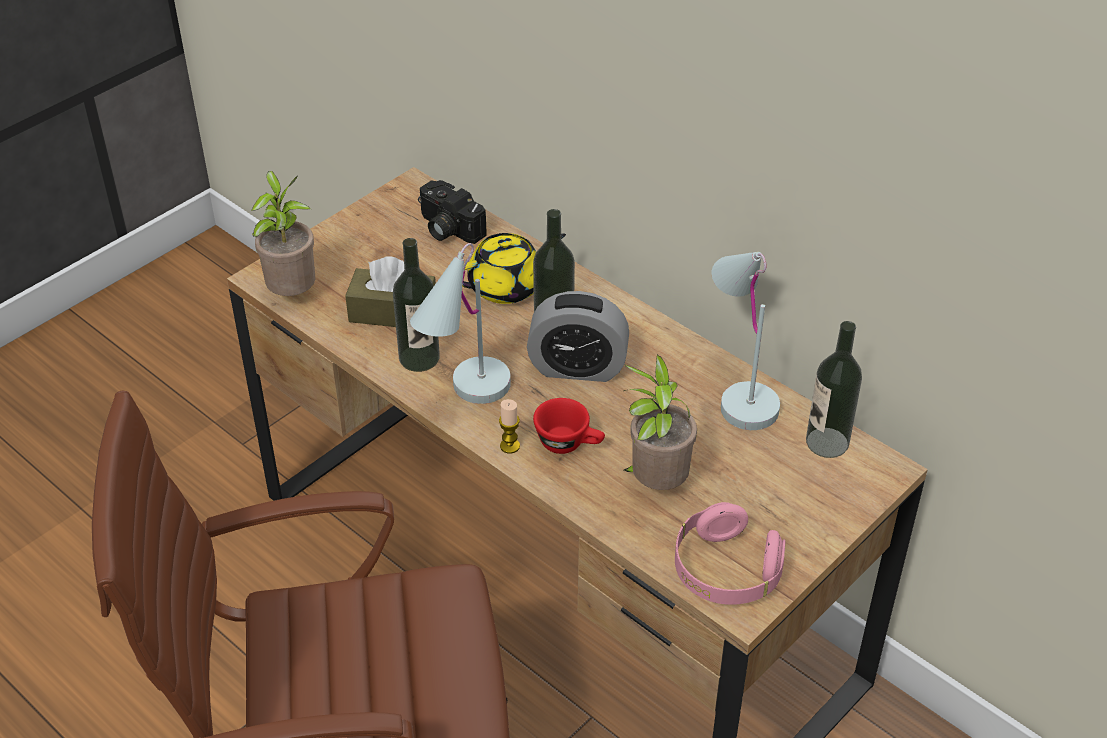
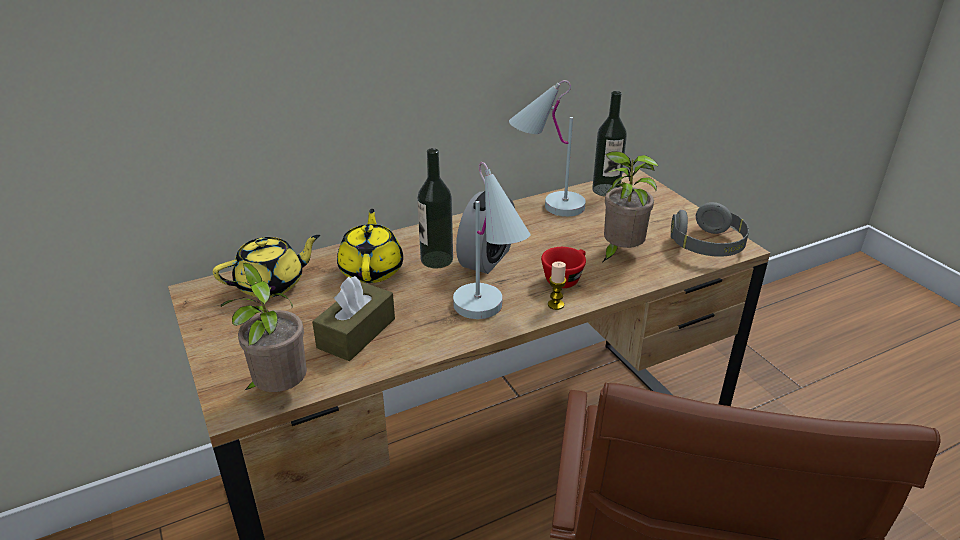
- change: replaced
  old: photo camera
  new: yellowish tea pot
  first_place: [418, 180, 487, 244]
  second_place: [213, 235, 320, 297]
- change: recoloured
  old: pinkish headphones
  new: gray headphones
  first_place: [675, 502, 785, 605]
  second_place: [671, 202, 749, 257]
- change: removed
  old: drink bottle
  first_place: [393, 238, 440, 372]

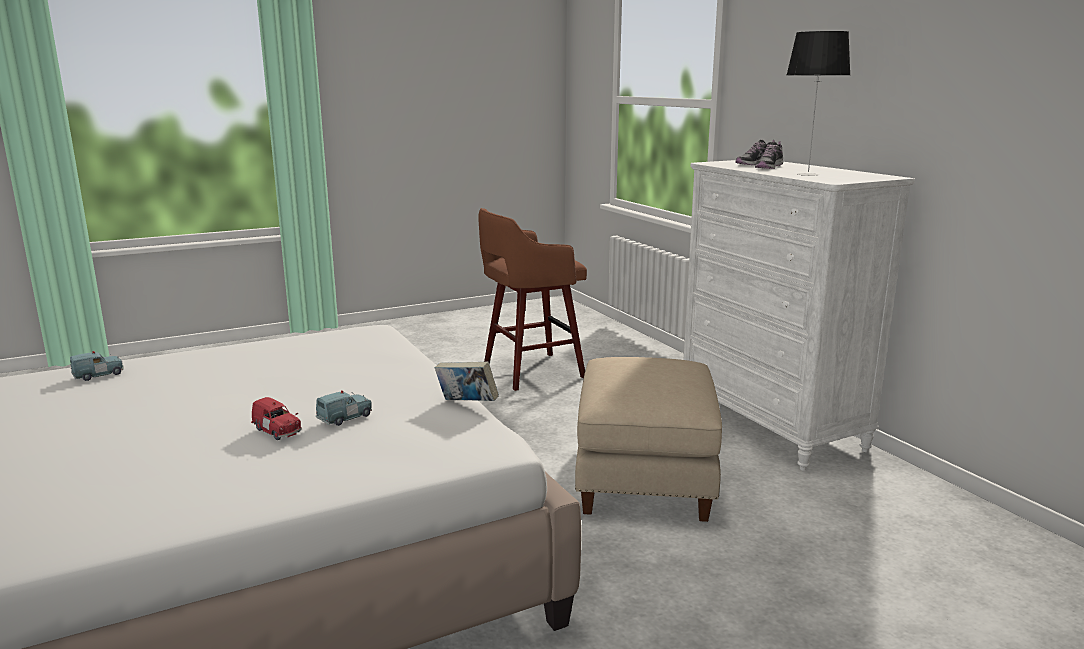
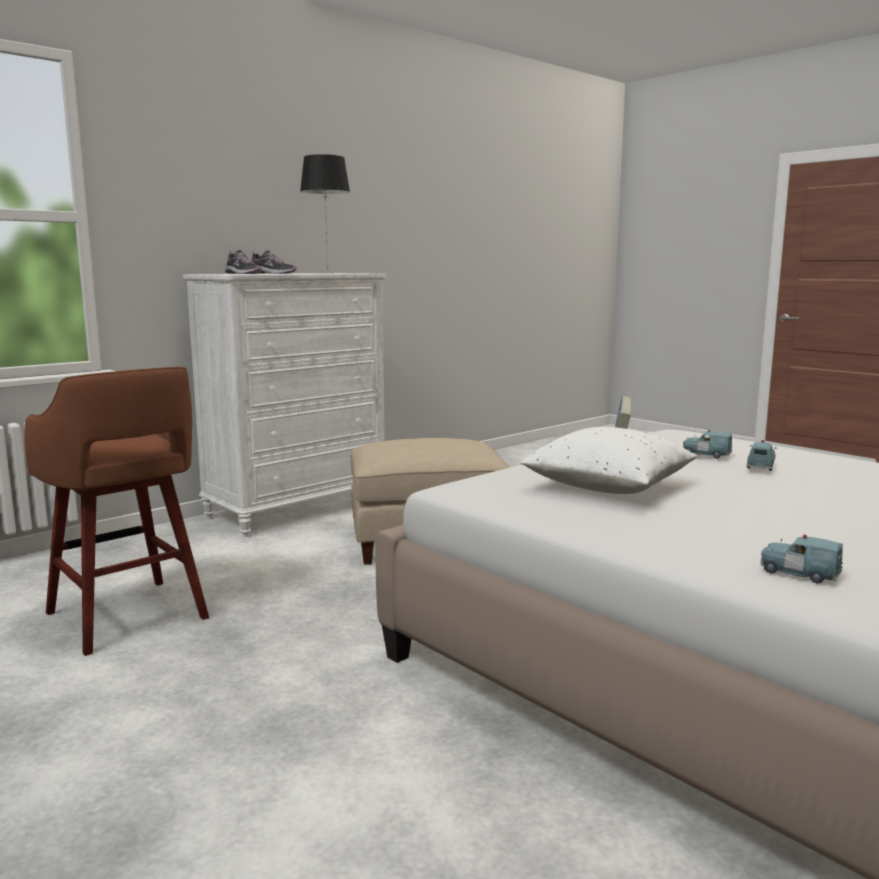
- change: added
  new: white pillow
  second_place: [520, 427, 697, 494]
- change: recoloured
  old: red toy car
  new: blue-coloured toy car
  first_place: [251, 397, 302, 440]
  second_place: [746, 440, 777, 471]

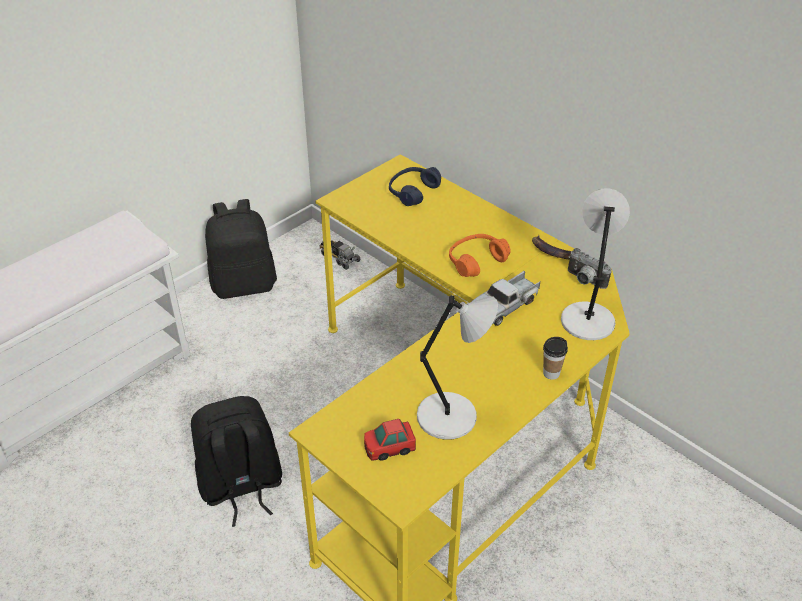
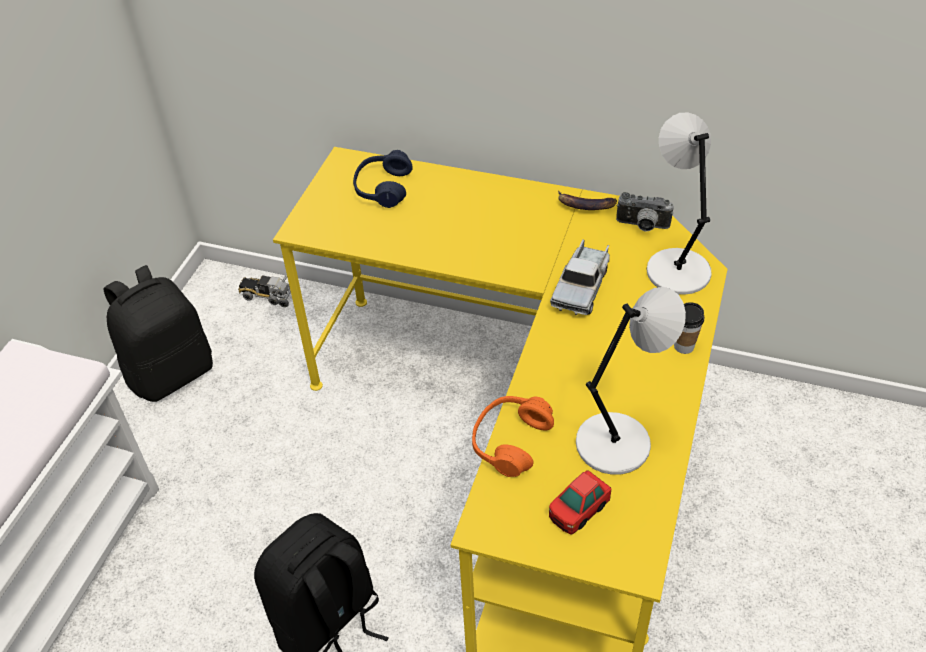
- change: moved
  old: orangey headphones
  first_place: [449, 234, 511, 277]
  second_place: [472, 396, 554, 477]

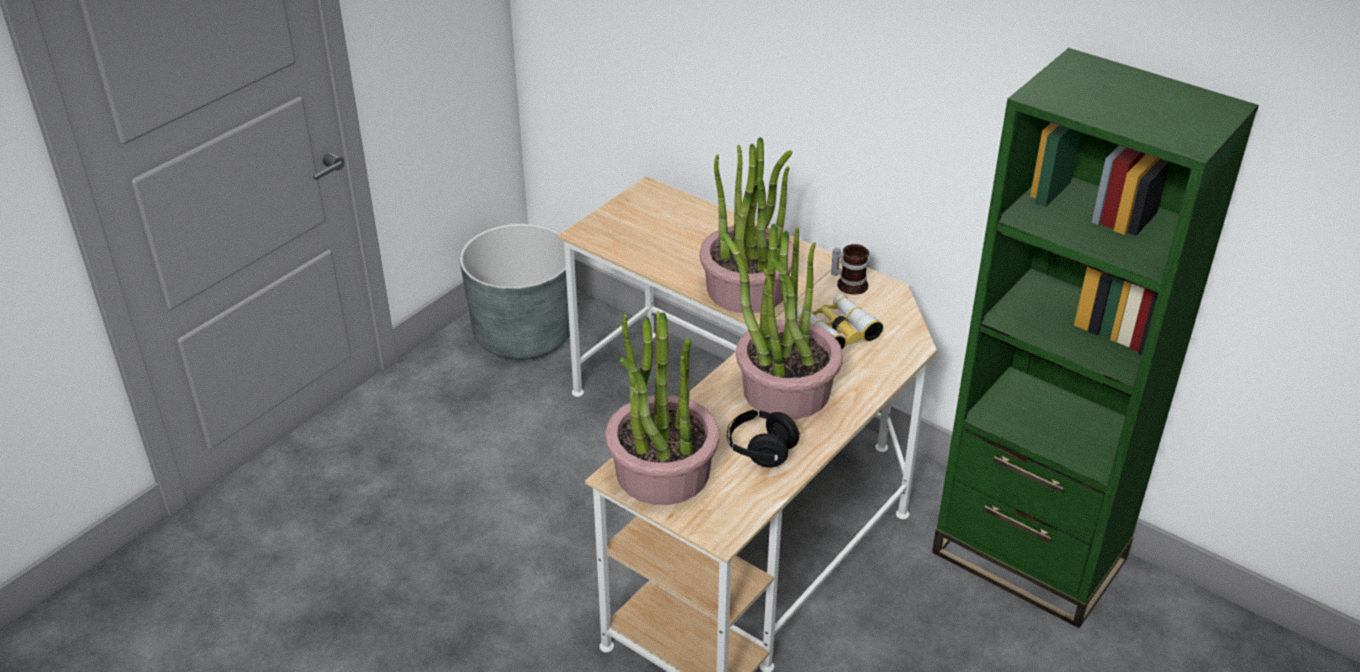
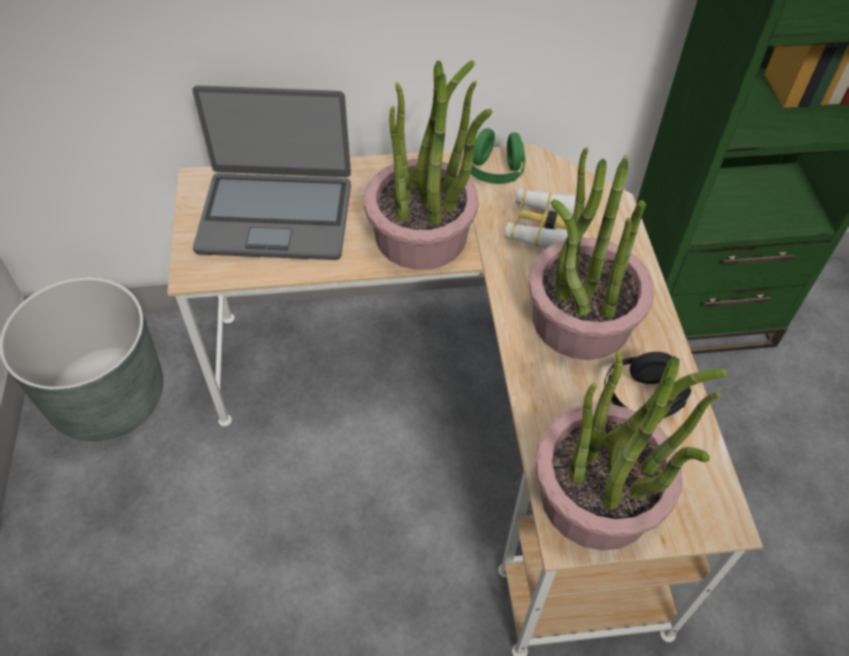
- change: added
  new: laptop
  second_place: [192, 85, 351, 260]
- change: replaced
  old: tea mug
  new: green headphones
  first_place: [831, 244, 869, 295]
  second_place: [471, 128, 526, 184]

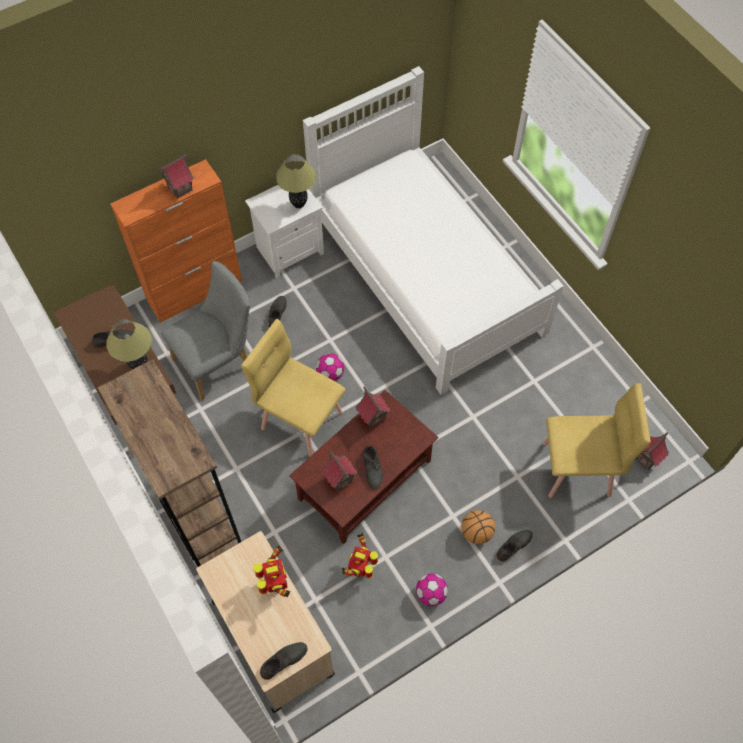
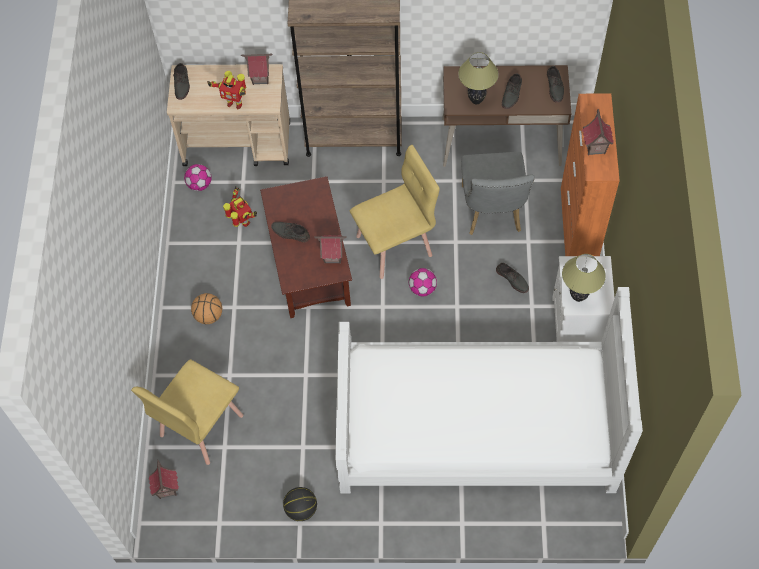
- change: moved
  old: football
  first_place: [416, 574, 448, 606]
  second_place: [184, 164, 211, 191]
- change: moved
  old: toy house
  first_place: [321, 449, 358, 491]
  second_place: [241, 54, 272, 85]
- change: added
  new: ball for basketball
  second_place: [283, 487, 317, 521]
- change: moved
  old: gray low shoe
  first_place: [497, 530, 533, 561]
  second_place: [547, 66, 564, 103]

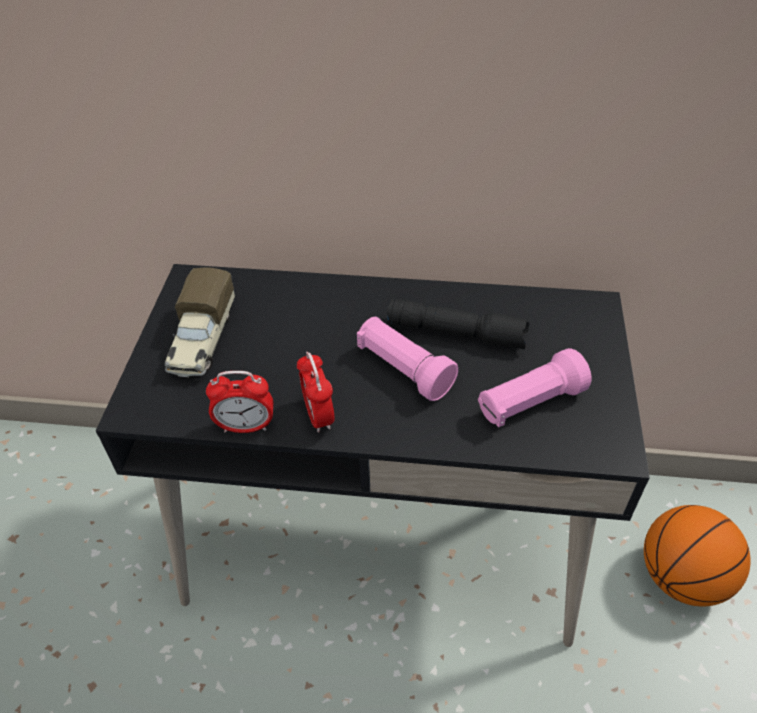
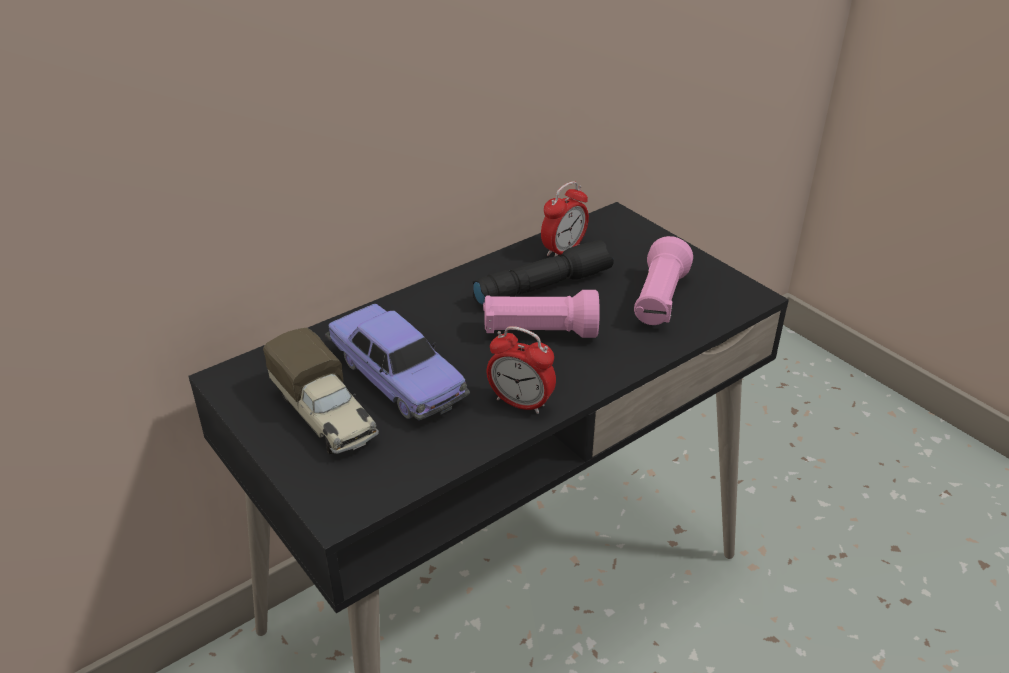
- change: added
  new: toy car
  second_place: [325, 304, 470, 420]
- change: moved
  old: table clock
  first_place: [206, 371, 273, 433]
  second_place: [541, 181, 589, 256]
- change: removed
  old: ball for basketball
  first_place: [644, 505, 751, 606]

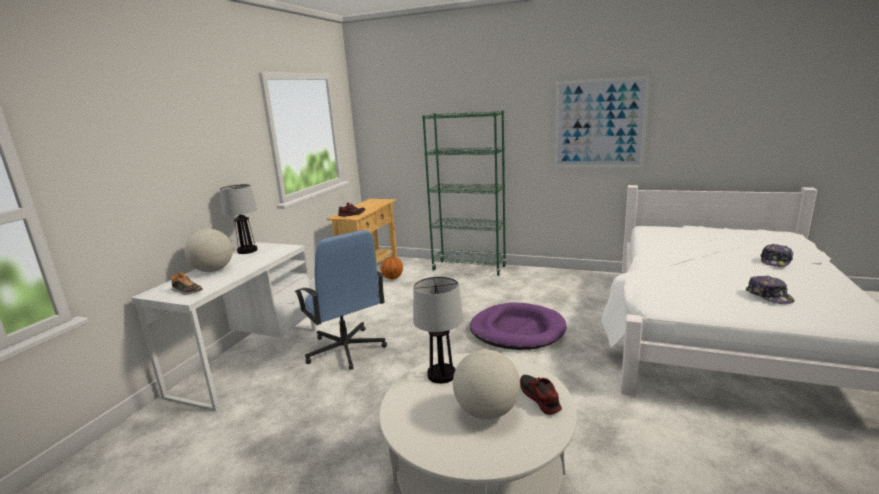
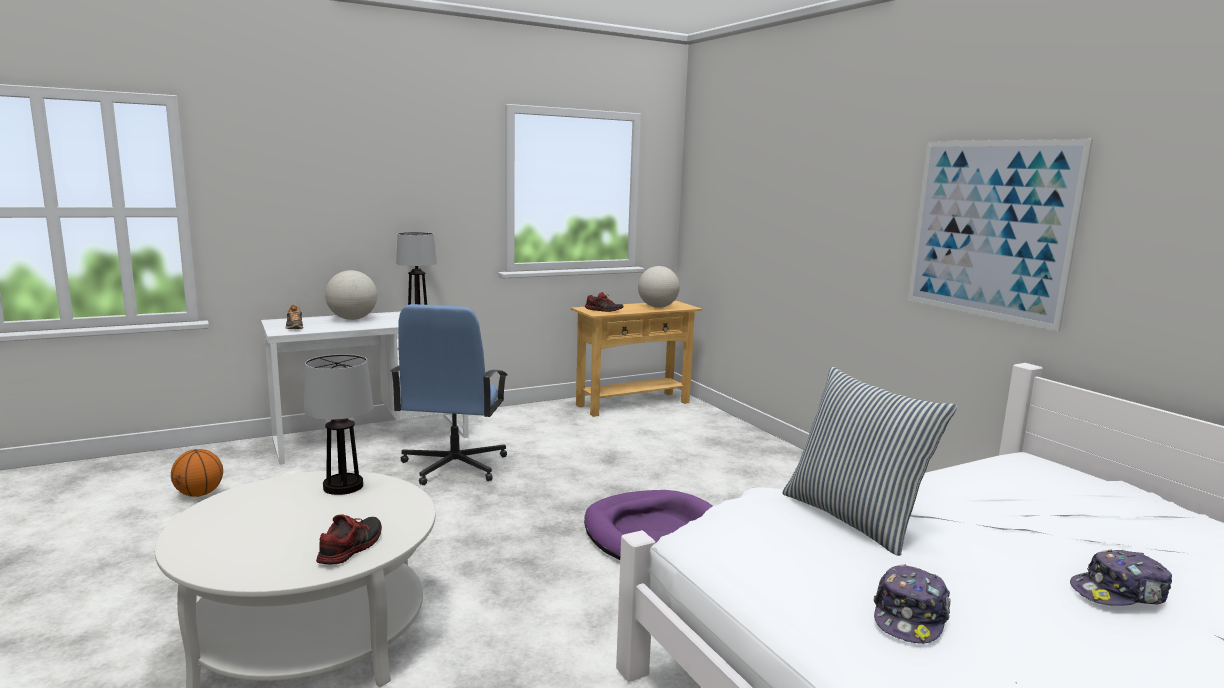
- change: moved
  old: ball for basketball
  first_place: [381, 256, 403, 279]
  second_place: [171, 449, 223, 497]
- change: moved
  old: desk globe
  first_place: [453, 349, 520, 420]
  second_place: [638, 266, 680, 308]
- change: added
  new: pillow
  second_place: [782, 366, 958, 556]
- change: removed
  old: green bookcase
  first_place: [422, 111, 506, 276]

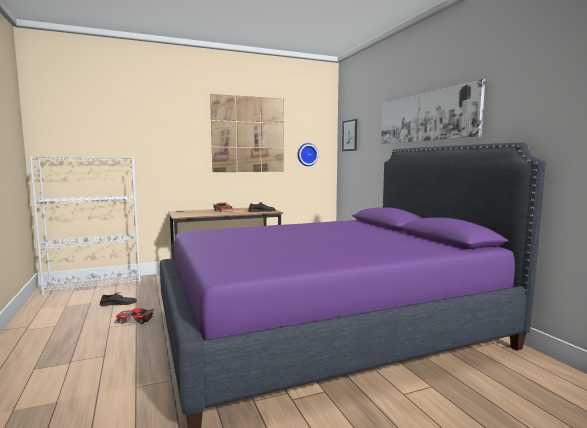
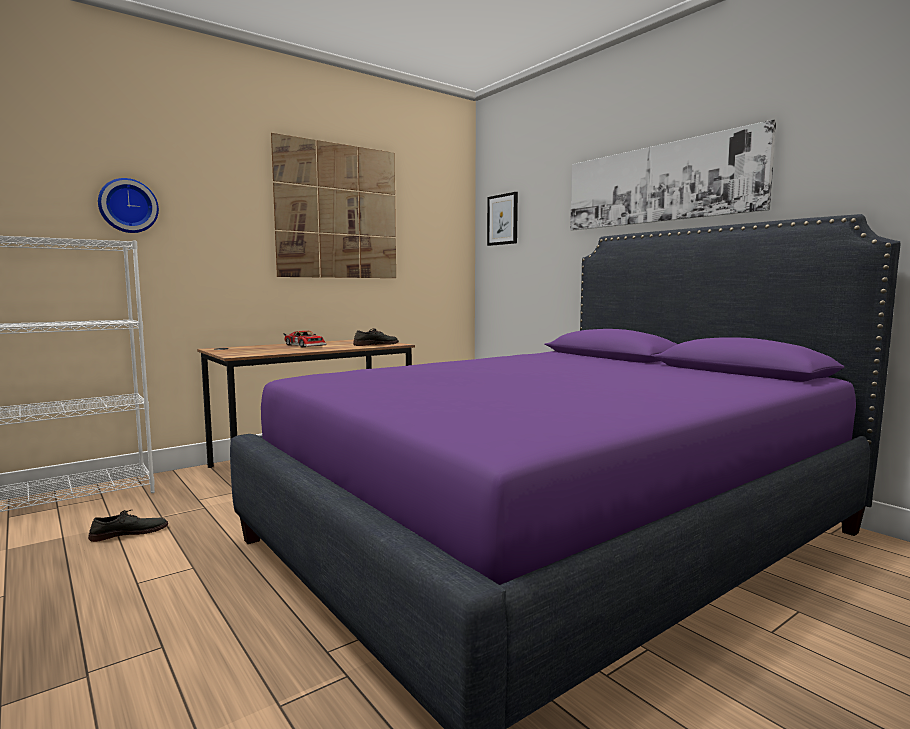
- change: moved
  old: wall clock
  first_place: [298, 143, 319, 166]
  second_place: [98, 178, 159, 233]
- change: removed
  old: toy car
  first_place: [114, 308, 154, 324]

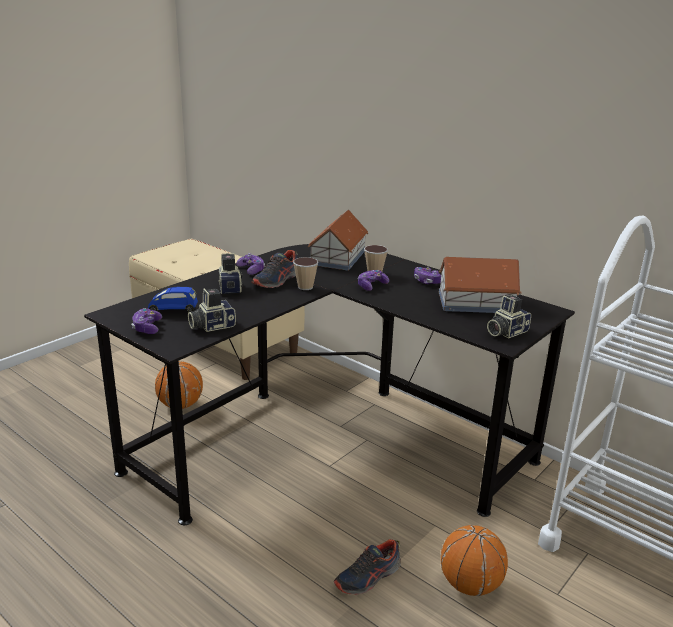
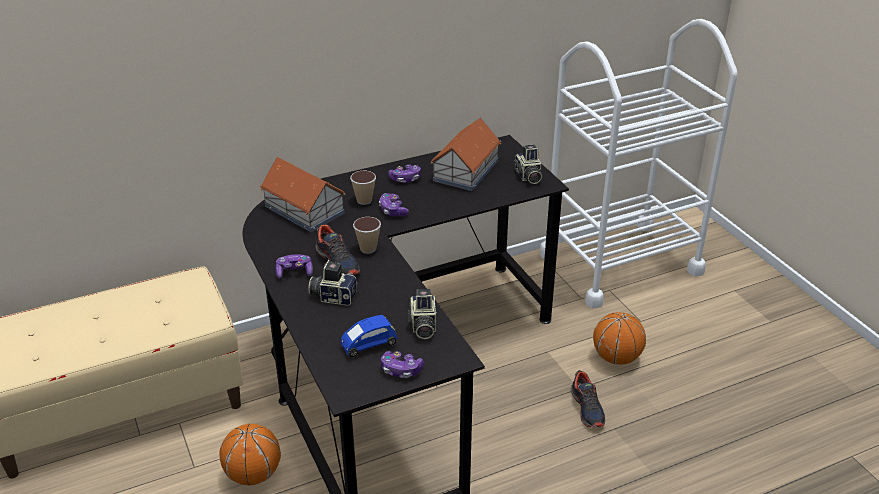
- change: turned
  old: blue-coloured toy car
  first_place: [148, 287, 198, 312]
  second_place: [340, 315, 397, 357]
  degrees: 45

